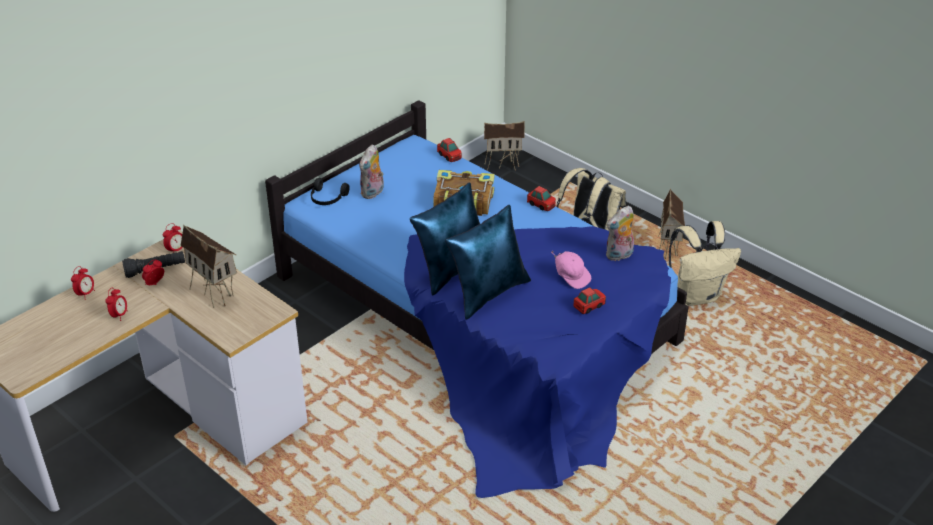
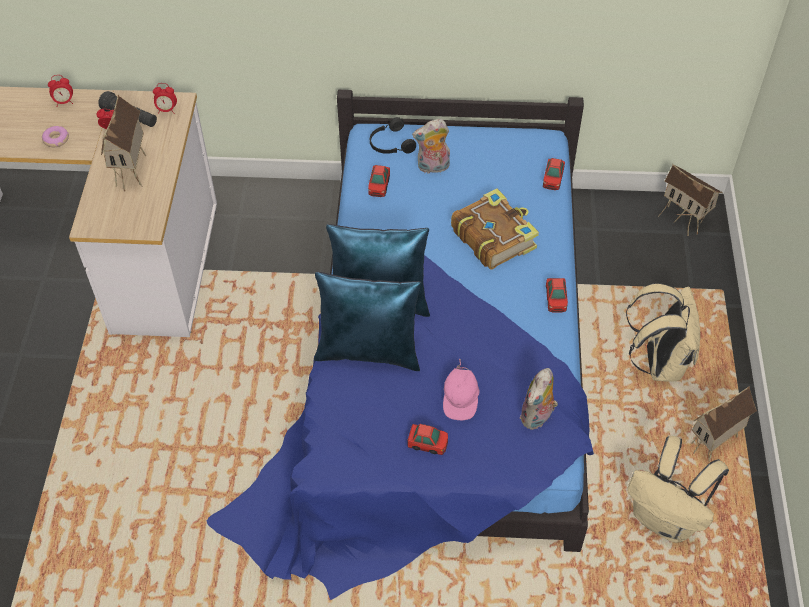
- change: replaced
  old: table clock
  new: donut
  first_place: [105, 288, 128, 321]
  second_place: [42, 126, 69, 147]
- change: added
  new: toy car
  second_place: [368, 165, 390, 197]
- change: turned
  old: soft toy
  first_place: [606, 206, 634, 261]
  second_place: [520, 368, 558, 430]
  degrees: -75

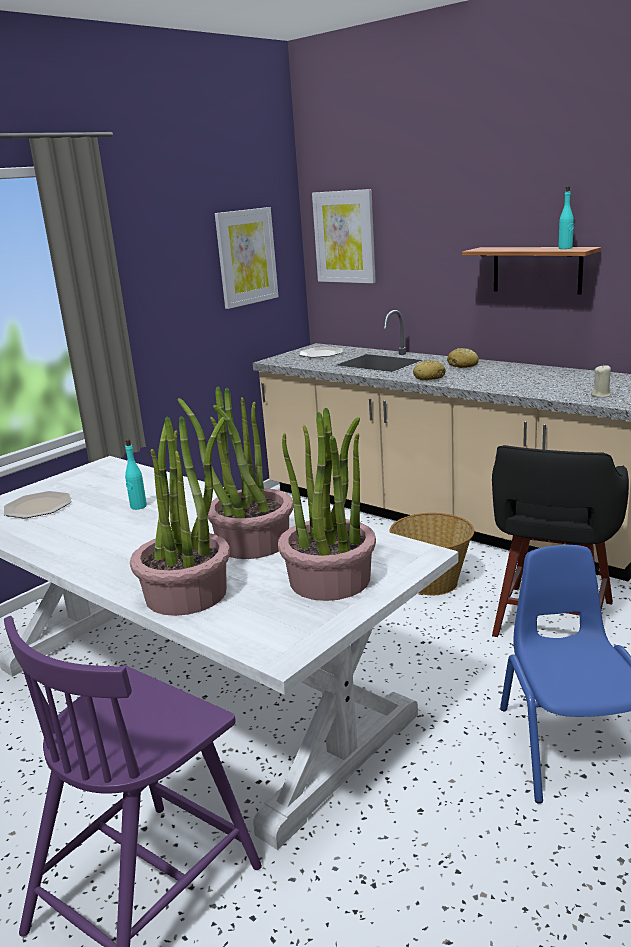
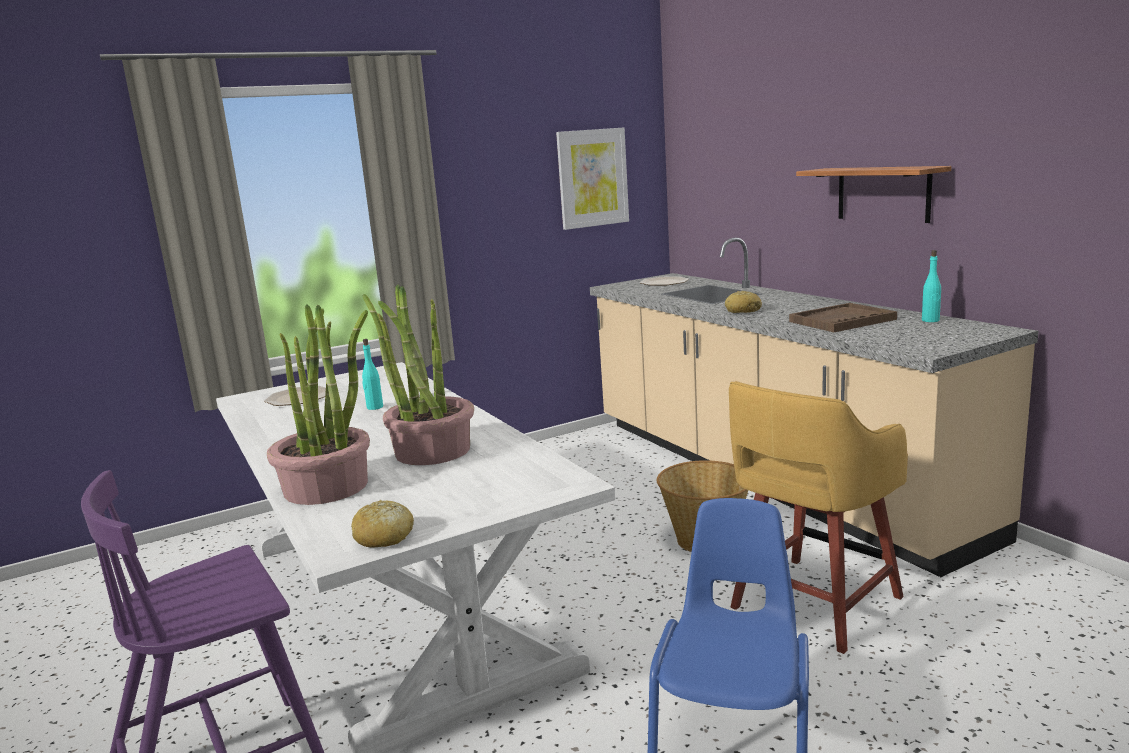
- change: moved
  old: bread
  first_place: [447, 348, 479, 368]
  second_place: [351, 500, 414, 548]
- change: recoloured
  old: black stool seat
  new: yellowish stool seat
  first_place: [492, 445, 629, 637]
  second_place: [729, 381, 908, 654]
- change: added
  new: brownish carrying tray
  second_place: [789, 303, 897, 332]
- change: moved
  old: blue-green drink bottle
  first_place: [558, 186, 574, 249]
  second_place: [922, 250, 941, 322]
- change: removed
  old: houseplant
  first_place: [278, 408, 376, 601]
- change: removed
  old: wall picture
  first_place: [312, 189, 376, 283]
- change: removed
  old: beige wax light
  first_place: [591, 365, 611, 398]

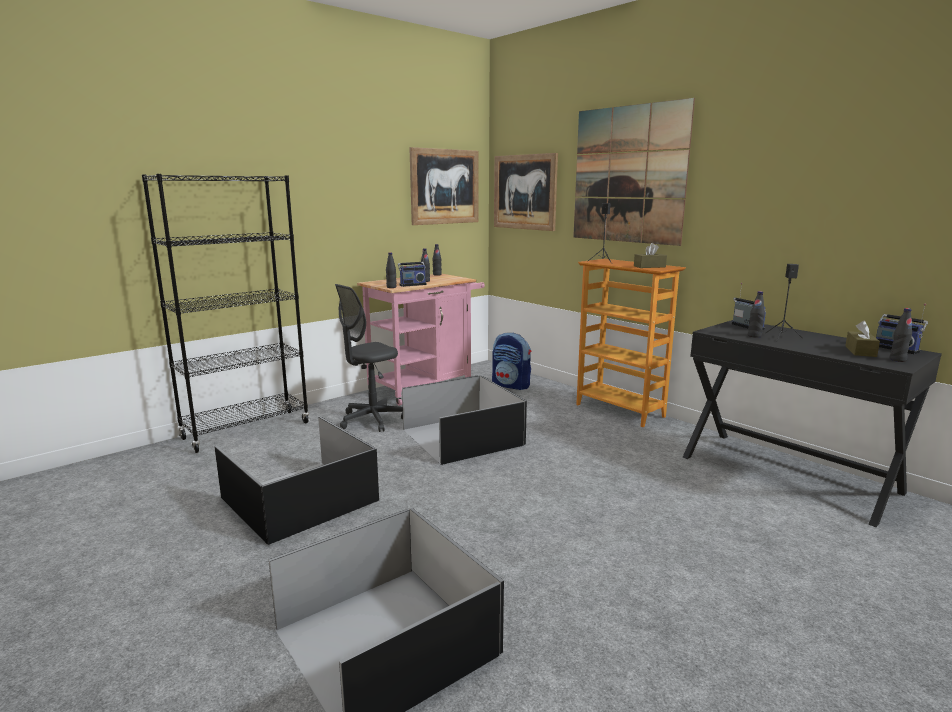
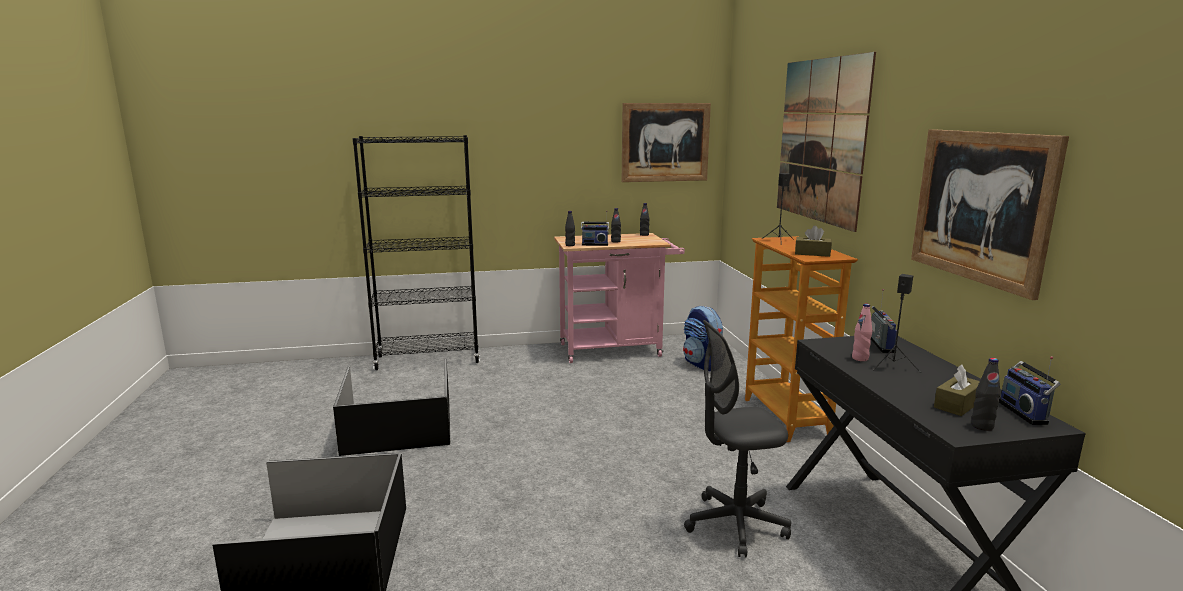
- change: moved
  old: gray office chair
  first_place: [335, 284, 403, 432]
  second_place: [684, 320, 791, 557]
- change: recoloured
  old: black drink bottle
  new: pinkish drink bottle
  first_place: [748, 291, 765, 338]
  second_place: [852, 304, 872, 361]
- change: moved
  old: wall picture
  first_place: [494, 153, 558, 231]
  second_place: [911, 129, 1069, 300]
- change: removed
  old: black storage container
  first_place: [402, 375, 527, 465]

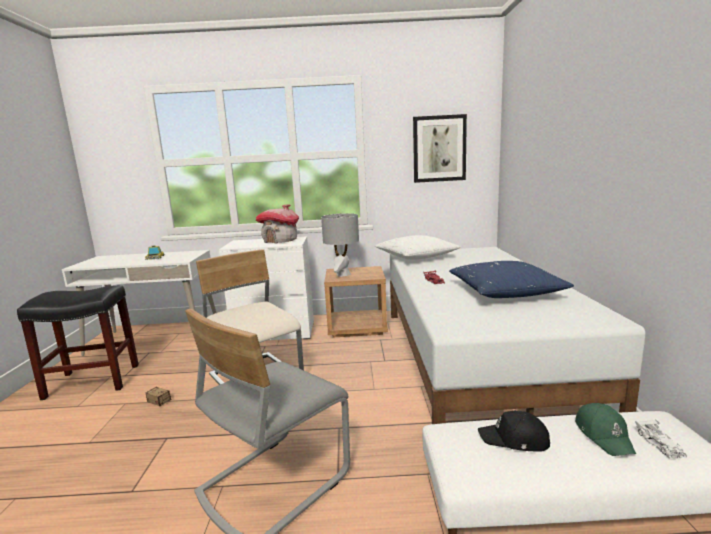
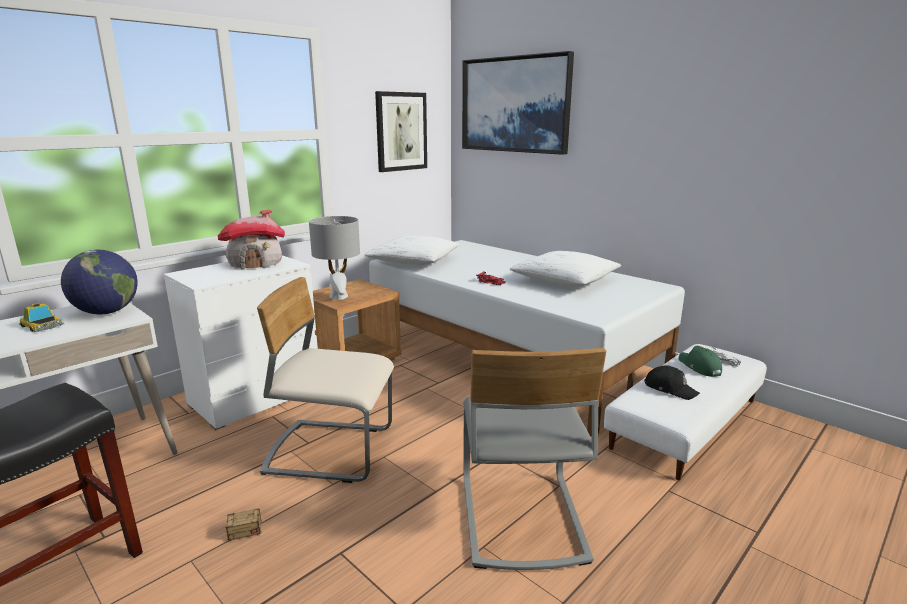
- change: added
  new: desk globe
  second_place: [61, 250, 138, 315]
- change: added
  new: wall picture
  second_place: [462, 51, 574, 155]
- change: recoloured
  old: blue-coloured pillow
  new: white pillow
  first_place: [449, 261, 574, 298]
  second_place: [509, 251, 621, 287]
- change: turned
  old: black peaked cap
  first_place: [478, 411, 550, 451]
  second_place: [644, 365, 700, 400]
  degrees: -105
- change: turned
  old: green peaked cap
  first_place: [575, 403, 636, 456]
  second_place: [678, 346, 722, 377]
  degrees: -150

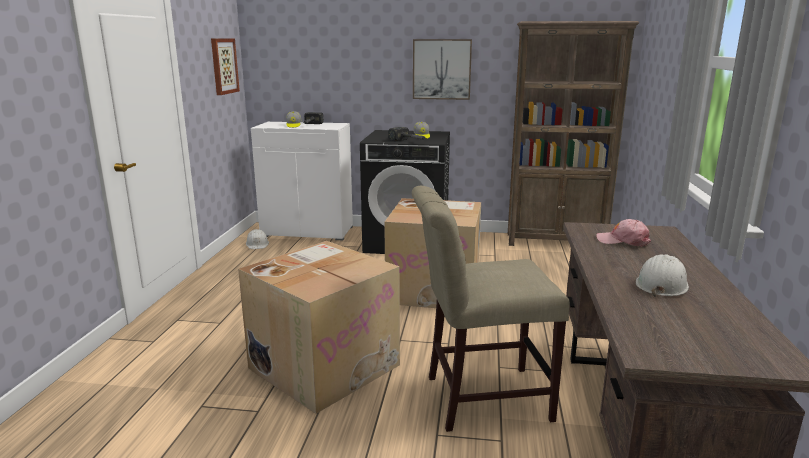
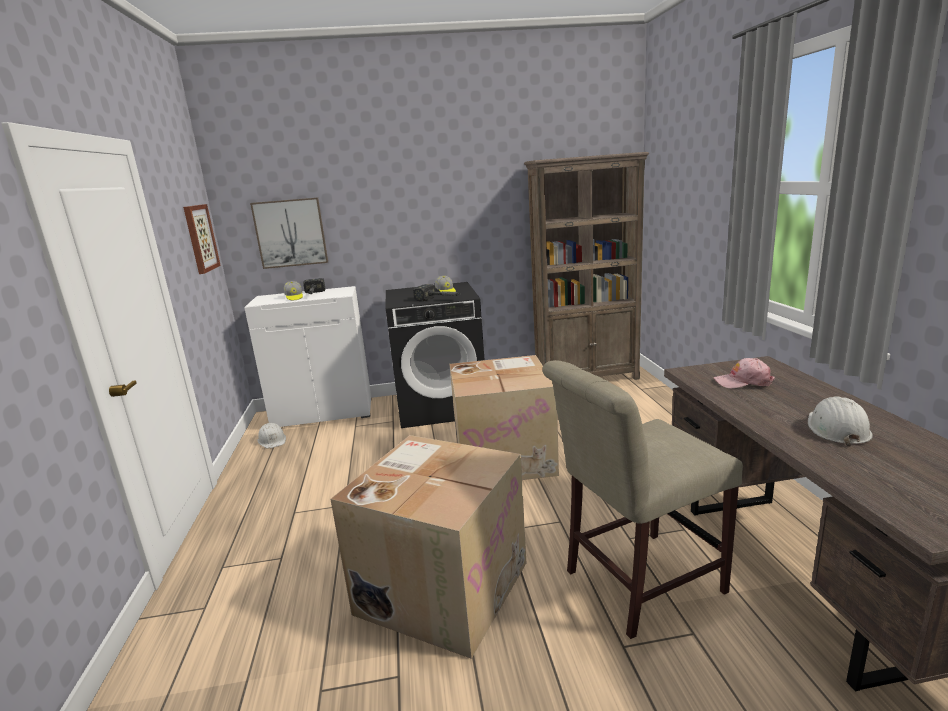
- change: moved
  old: wall picture
  first_place: [413, 39, 472, 100]
  second_place: [250, 198, 328, 269]

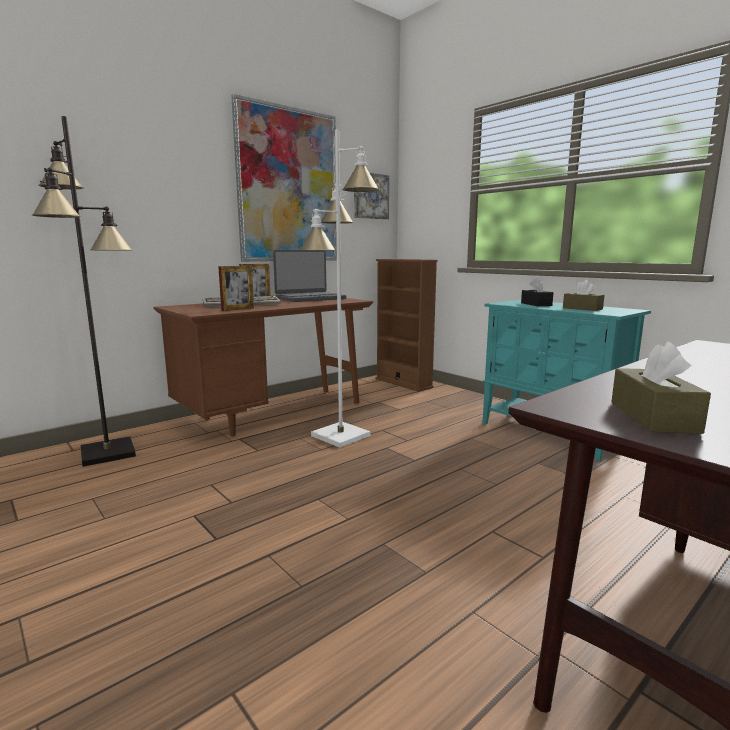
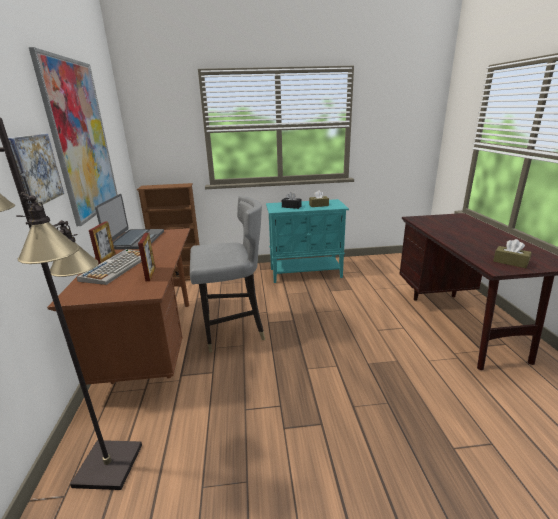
- change: moved
  old: wall picture
  first_place: [354, 173, 389, 219]
  second_place: [8, 134, 64, 207]
- change: replaced
  old: white floor lamp
  new: gray chair
  first_place: [300, 129, 379, 448]
  second_place: [190, 196, 265, 353]

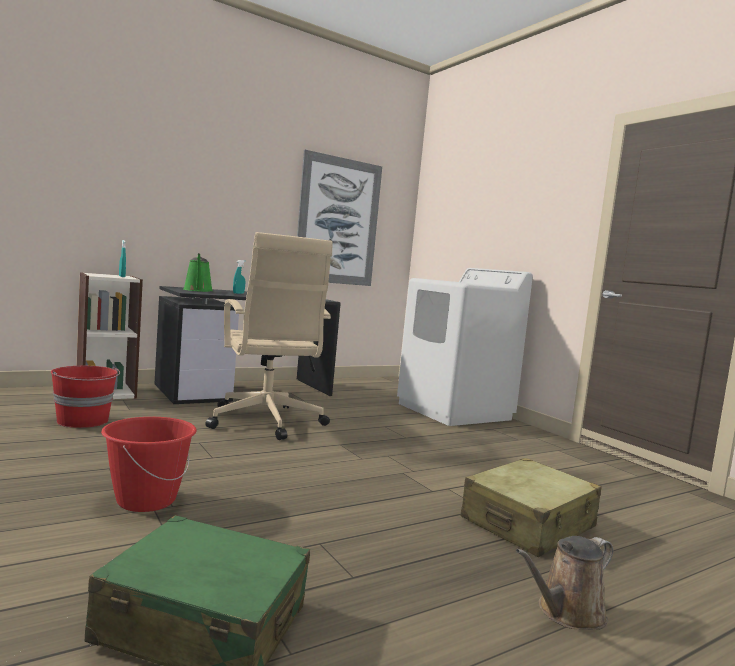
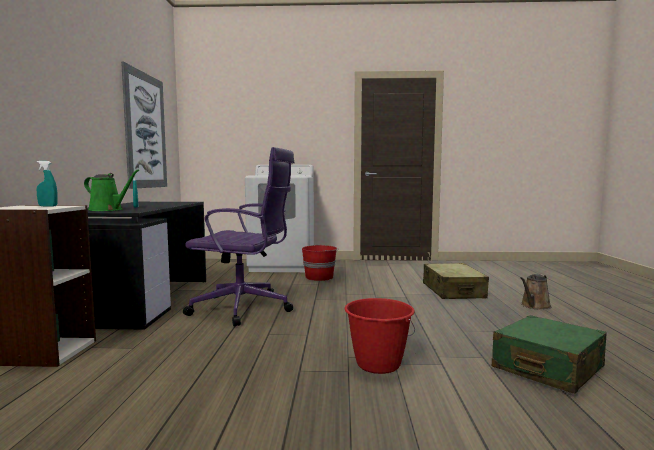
- change: recoloured
  old: beige office chair
  new: purple office chair
  first_place: [205, 232, 333, 440]
  second_place: [183, 147, 295, 326]
- change: moved
  old: red pail
  first_place: [51, 366, 120, 428]
  second_place: [302, 245, 339, 281]
- change: turned
  old: brownish sprinkling can
  first_place: [516, 536, 613, 630]
  second_place: [520, 274, 551, 310]
  degrees: 45

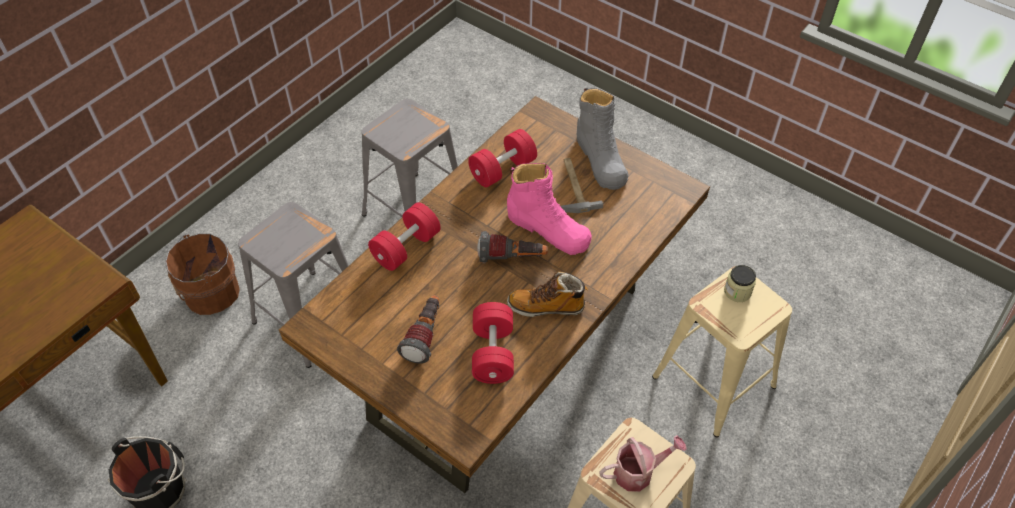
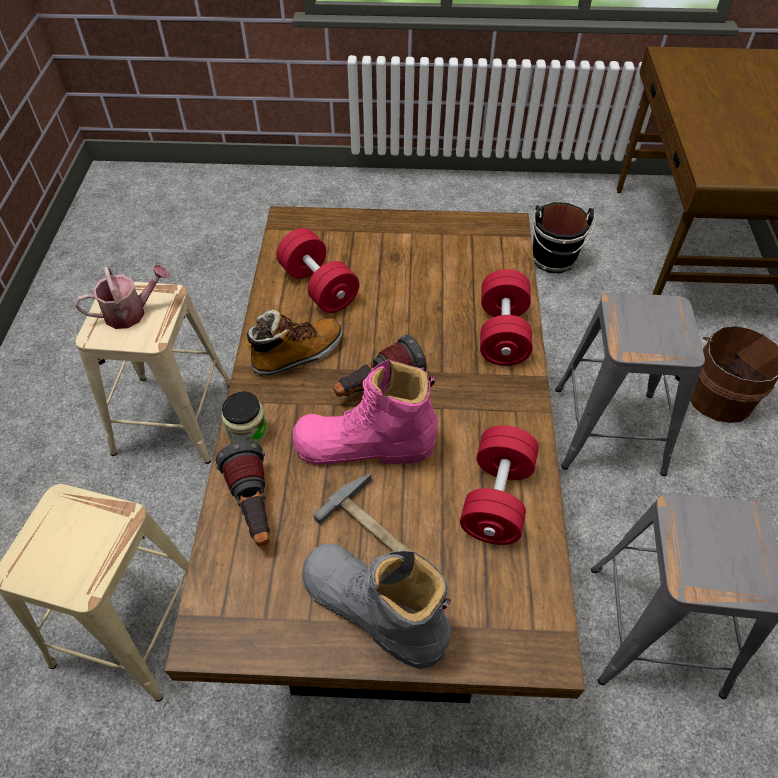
- change: turned
  old: sprinkling can
  first_place: [599, 436, 687, 491]
  second_place: [75, 265, 170, 329]
  degrees: -150
- change: moved
  old: torch
  first_place: [397, 295, 439, 364]
  second_place: [216, 441, 270, 546]
- change: moved
  old: storage jar
  first_place: [724, 265, 756, 302]
  second_place: [221, 392, 268, 444]

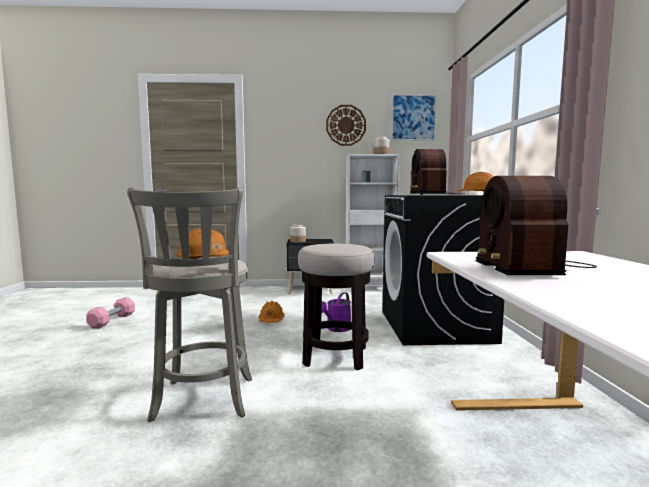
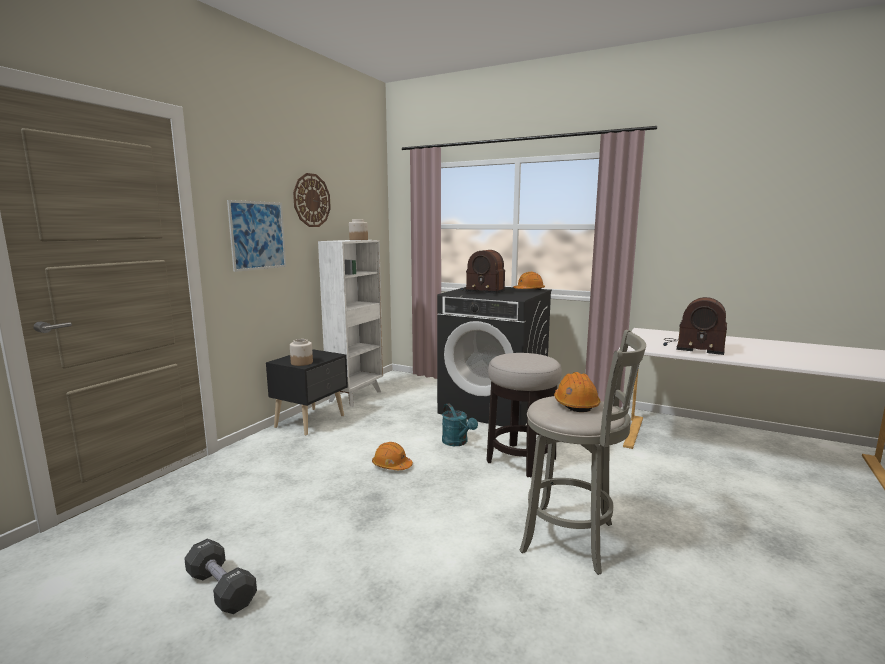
- change: recoloured
  old: pinkish free weight
  new: black free weight
  first_place: [86, 297, 135, 329]
  second_place: [184, 539, 257, 614]
- change: moved
  old: wall picture
  first_place: [391, 94, 437, 141]
  second_place: [227, 200, 286, 272]
- change: recoloured
  old: purple sprinkling can
  new: blue-green sprinkling can
  first_place: [321, 292, 351, 332]
  second_place: [442, 403, 478, 446]

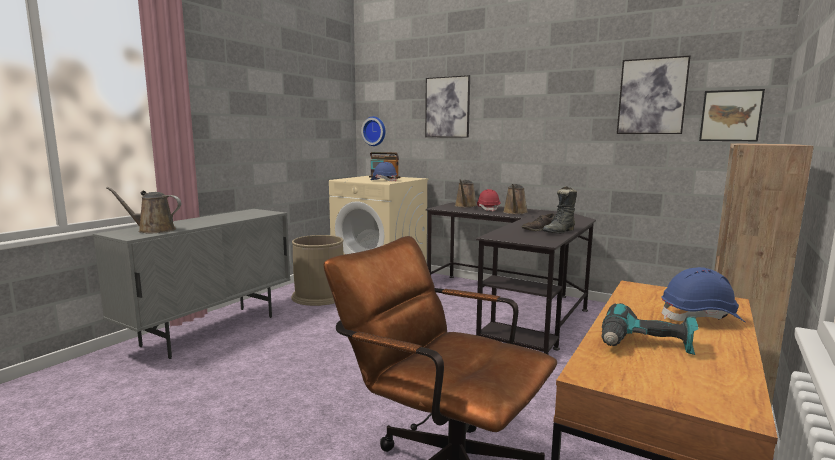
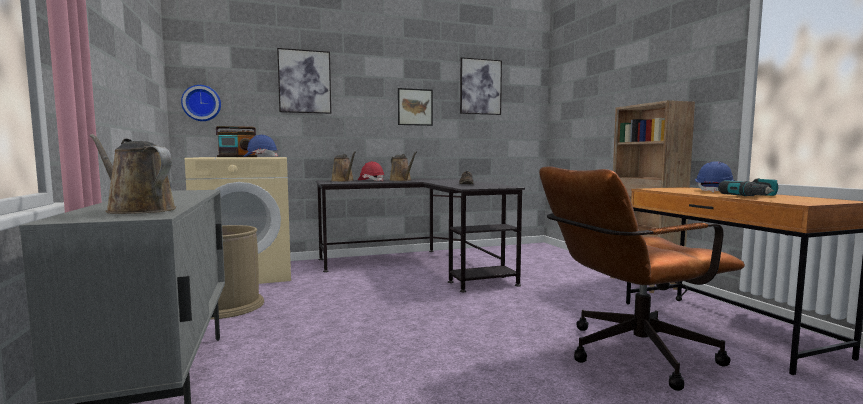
- change: turned
  old: brownish sprinkling can
  first_place: [106, 187, 181, 233]
  second_place: [89, 134, 176, 214]
  degrees: 75
- change: moved
  old: wall picture
  first_place: [699, 89, 765, 141]
  second_place: [398, 88, 433, 126]
- change: removed
  old: black high-top boot
  first_place: [542, 186, 577, 234]

